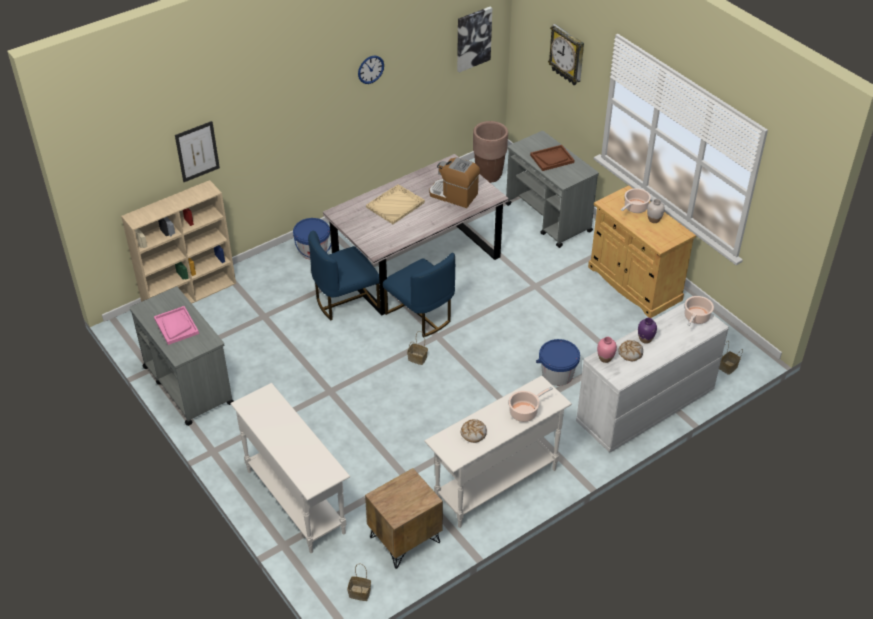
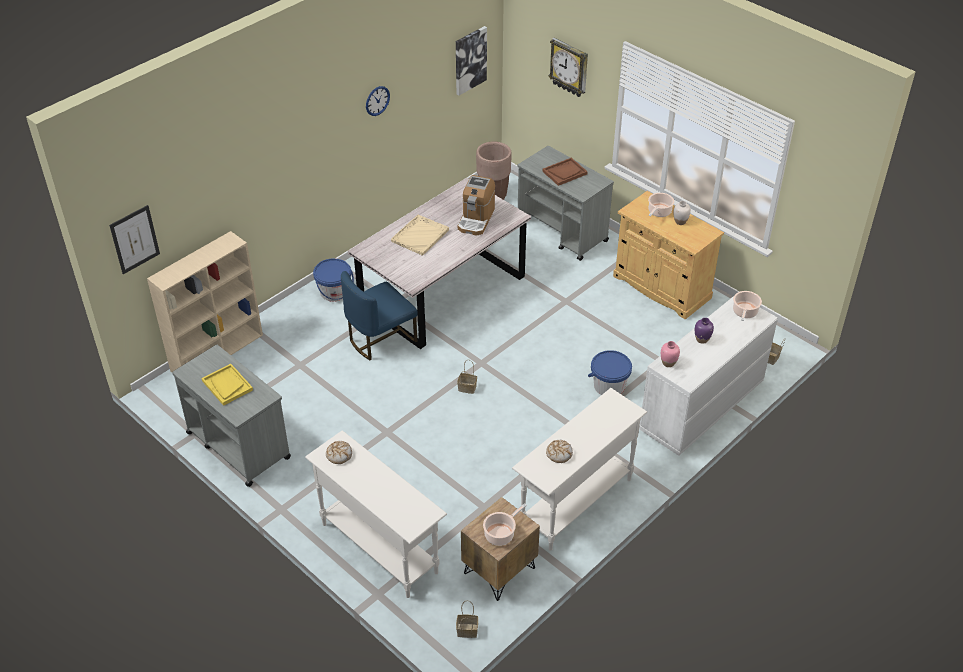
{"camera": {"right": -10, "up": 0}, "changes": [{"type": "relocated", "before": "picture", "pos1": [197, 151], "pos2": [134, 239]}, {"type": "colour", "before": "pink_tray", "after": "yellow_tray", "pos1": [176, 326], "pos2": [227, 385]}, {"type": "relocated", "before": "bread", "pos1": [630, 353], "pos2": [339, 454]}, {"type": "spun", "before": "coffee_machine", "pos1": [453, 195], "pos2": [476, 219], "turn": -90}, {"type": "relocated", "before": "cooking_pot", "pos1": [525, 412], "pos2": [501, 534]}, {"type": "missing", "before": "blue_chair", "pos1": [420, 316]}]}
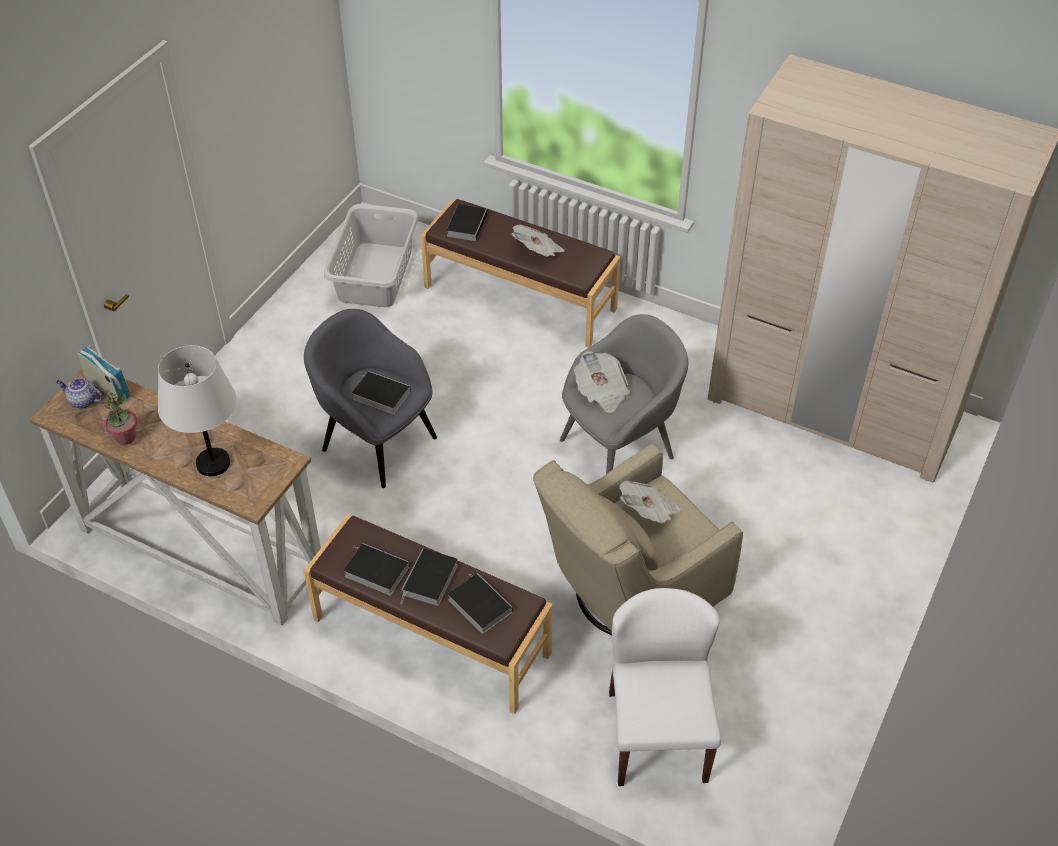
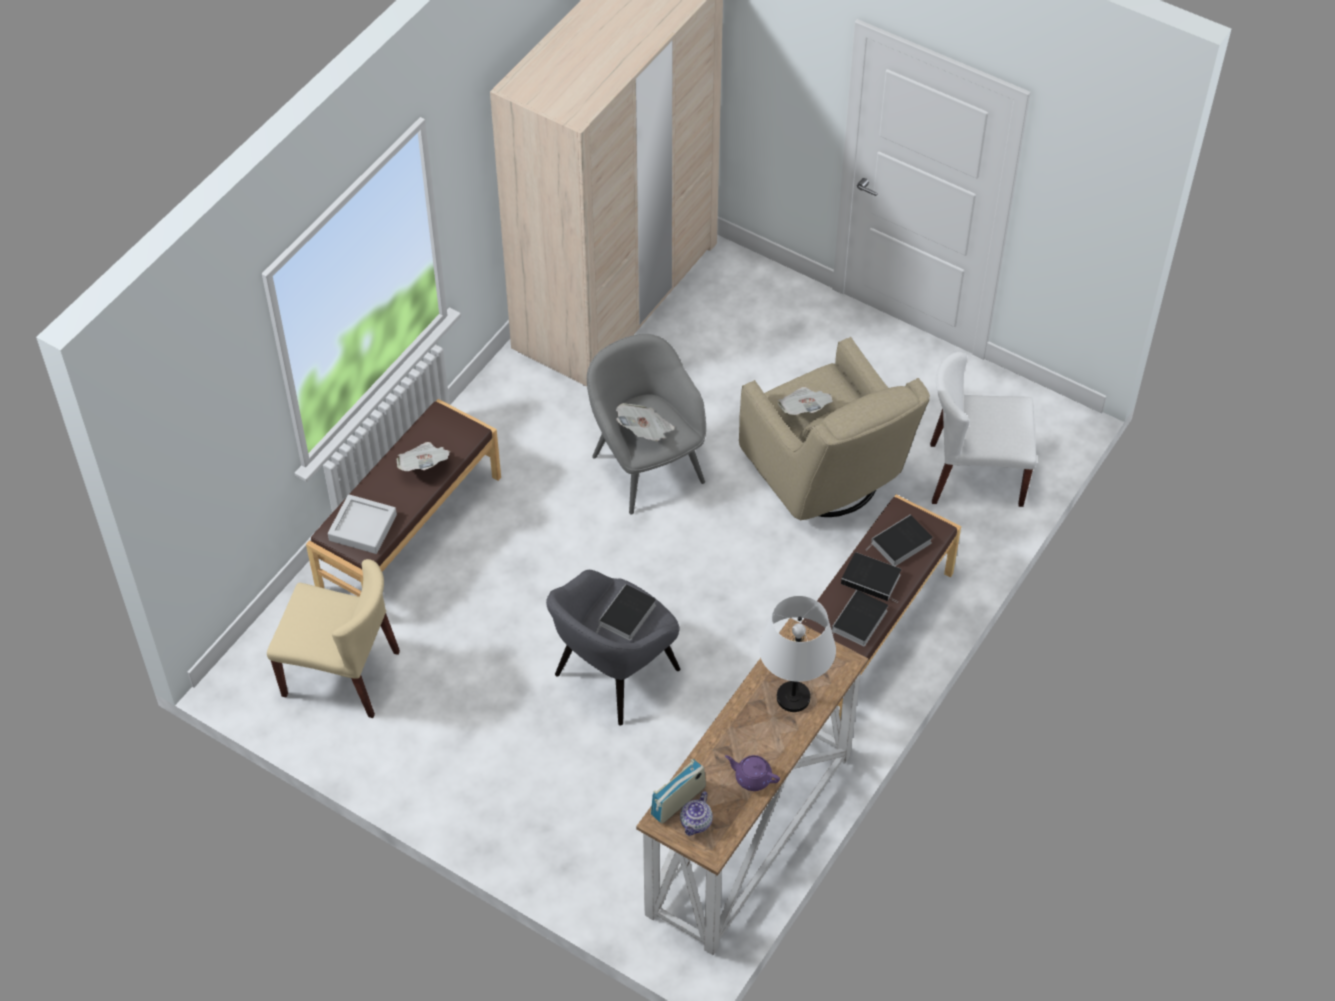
{"camera": {"right": -85, "up": 5}, "changes": [{"type": "exchanged", "before": "grey_laundry_basket", "after": "beige_chair", "pos1": [374, 275], "pos2": [342, 674]}, {"type": "exchanged", "before": "book", "after": "grey_tray", "pos1": [467, 224], "pos2": [363, 527]}, {"type": "exchanged", "before": "potted_plant", "after": "purple_teapot", "pos1": [125, 437], "pos2": [752, 777]}]}
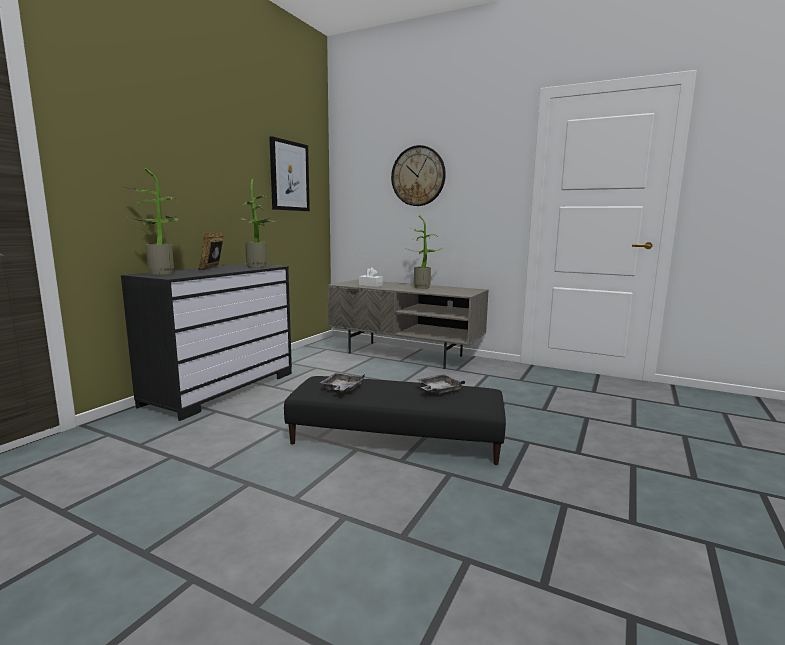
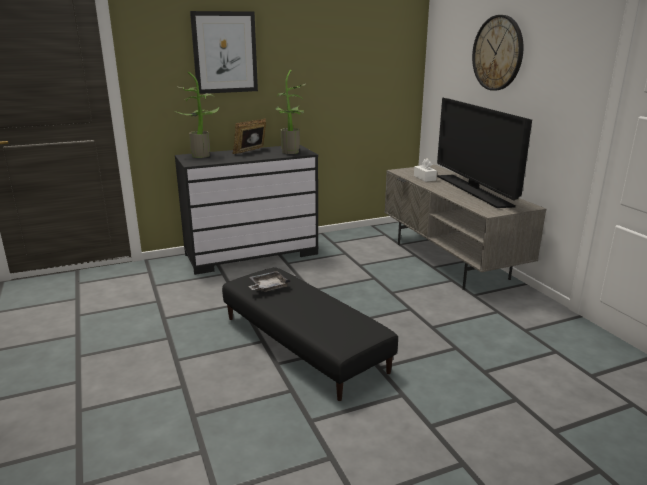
{"camera": {"right": 40, "up": 10}, "changes": [{"type": "relocated", "before": "picture", "pos1": [289, 176], "pos2": [224, 52]}, {"type": "exchanged", "before": "potted_plant", "after": "television", "pos1": [423, 287], "pos2": [474, 191]}, {"type": "missing", "before": "grey_tray", "pos1": [438, 390]}]}
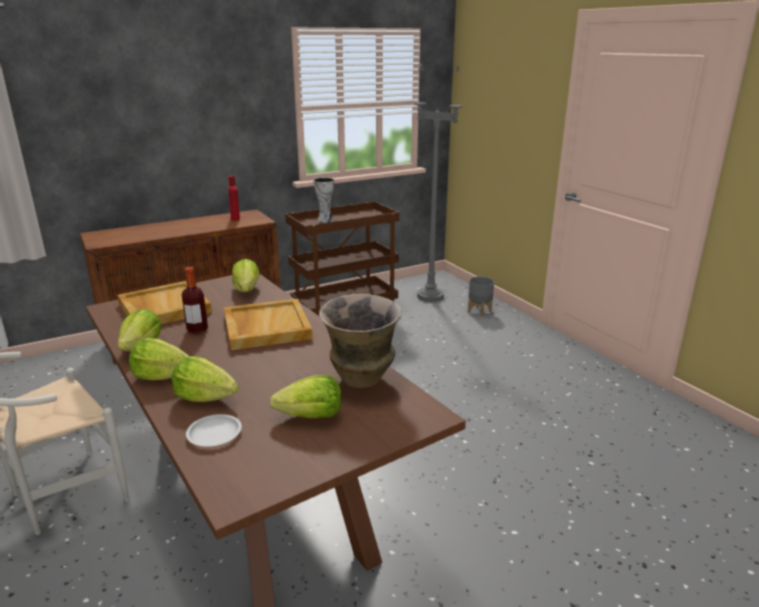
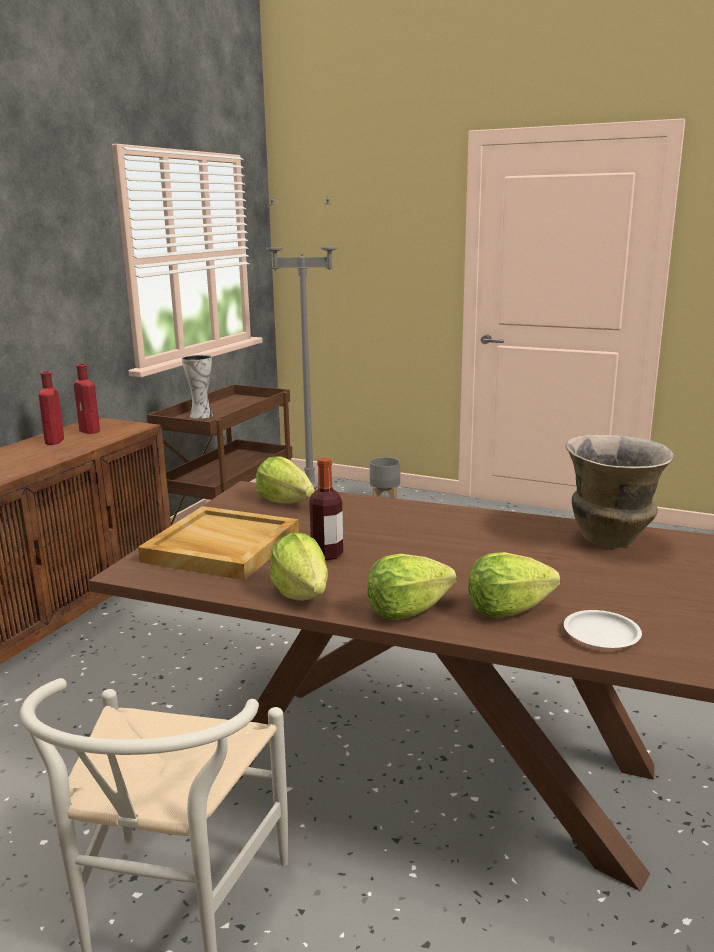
{"camera": {"right": -35, "up": -5}, "changes": [{"type": "appeared", "after": "red_bottle", "pos2": [54, 441]}, {"type": "missing", "before": "beige_tray", "pos1": [266, 327]}, {"type": "missing", "before": "lettuce", "pos1": [311, 416]}]}
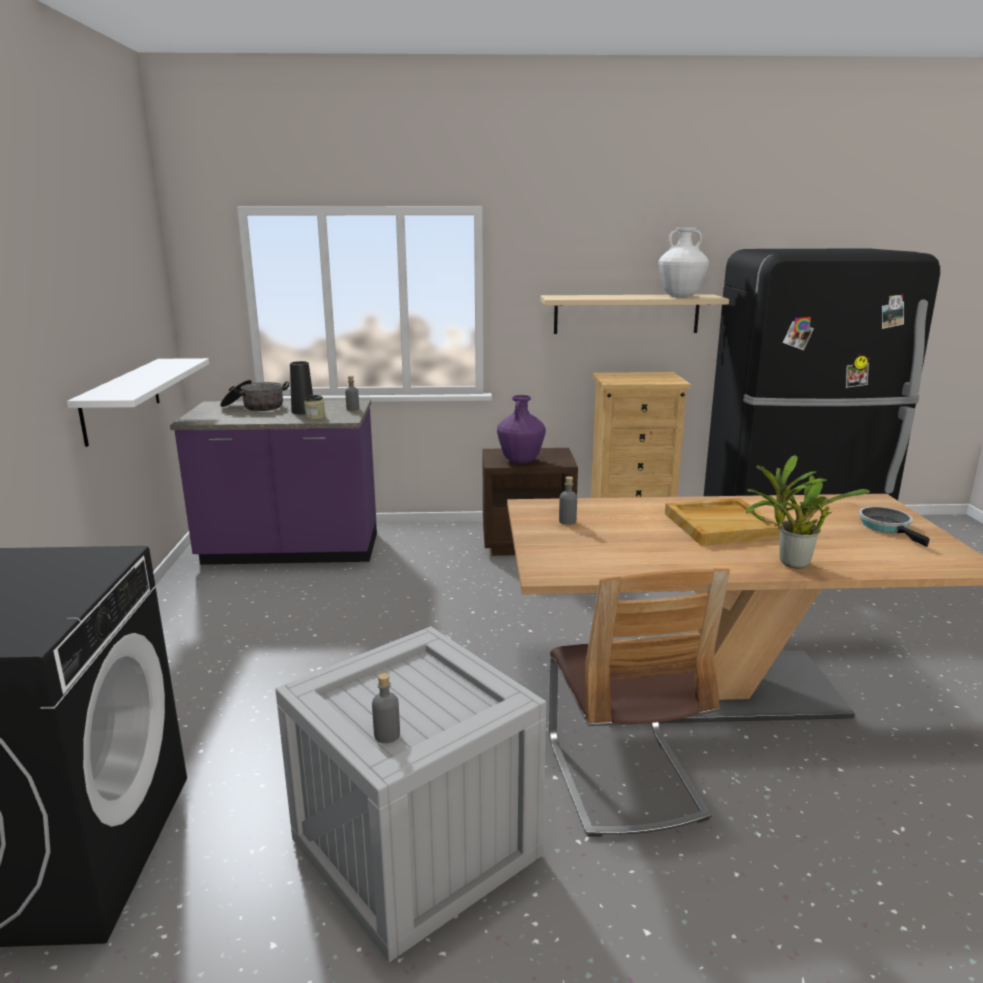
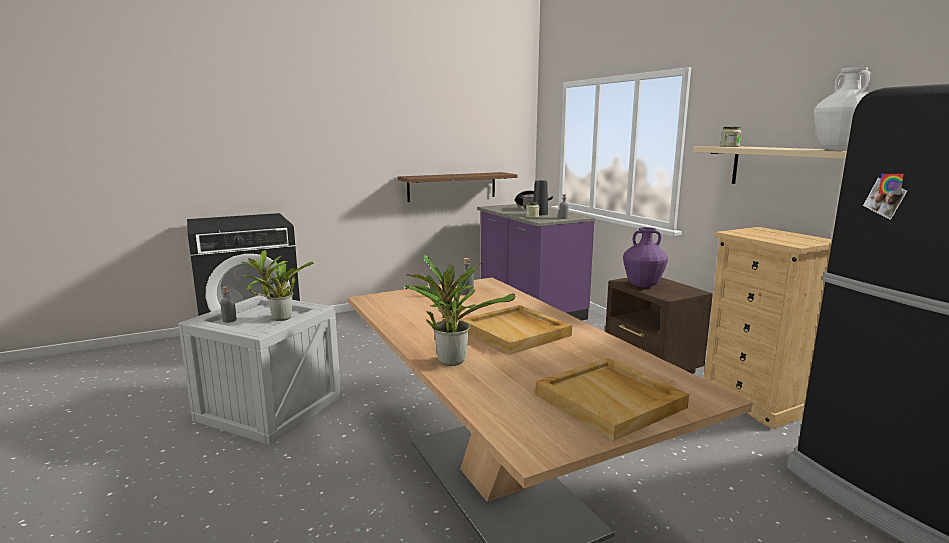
{"camera": {"right": 65, "up": -5}, "changes": [{"type": "appeared", "after": "potted_plant", "pos2": [279, 319]}, {"type": "colour", "before": "white_shelf", "after": "brown_shelf", "pos1": [121, 399], "pos2": [452, 186]}, {"type": "exchanged", "before": "frying_pan", "after": "beige_tray", "pos1": [887, 527], "pos2": [611, 401]}, {"type": "appeared", "after": "jar", "pos2": [729, 146]}, {"type": "missing", "before": "chair", "pos1": [624, 778]}]}
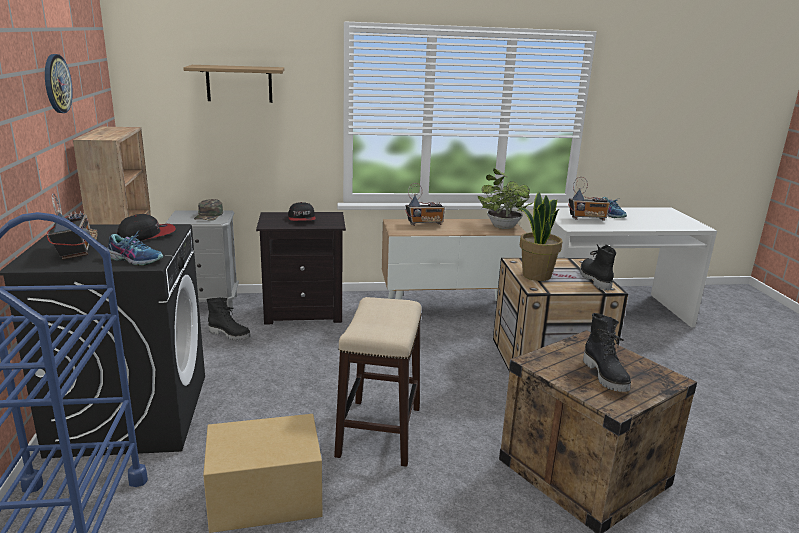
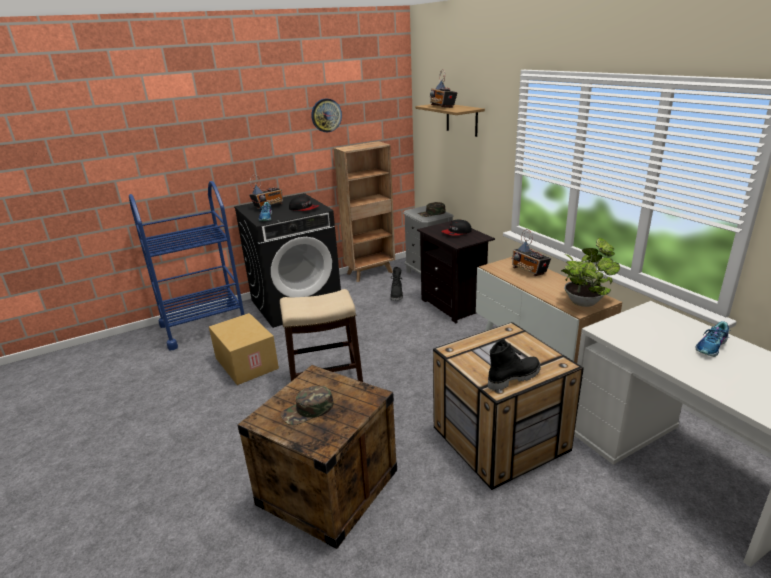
{"camera": {"right": 70, "up": 5}, "changes": [{"type": "exchanged", "before": "black_boot", "after": "green_cap", "pos1": [606, 376], "pos2": [308, 410]}, {"type": "relocated", "before": "radio", "pos1": [587, 219], "pos2": [442, 107]}, {"type": "missing", "before": "potted_plant", "pos1": [536, 275]}]}
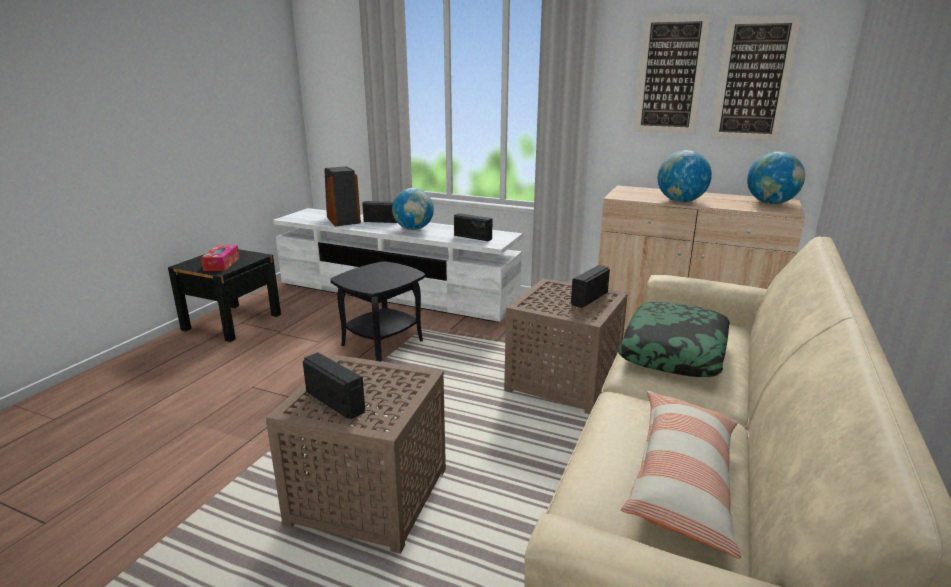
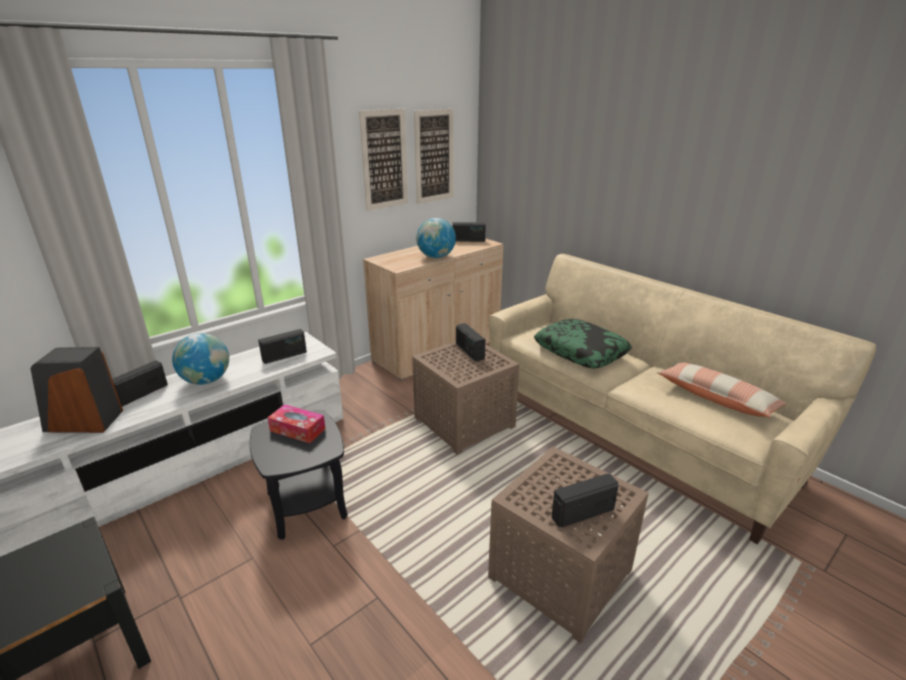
{"camera": {"right": -65, "up": 5}, "changes": [{"type": "relocated", "before": "tissue_box", "pos1": [222, 264], "pos2": [297, 430]}, {"type": "exchanged", "before": "globe", "after": "radio", "pos1": [770, 203], "pos2": [468, 240]}]}
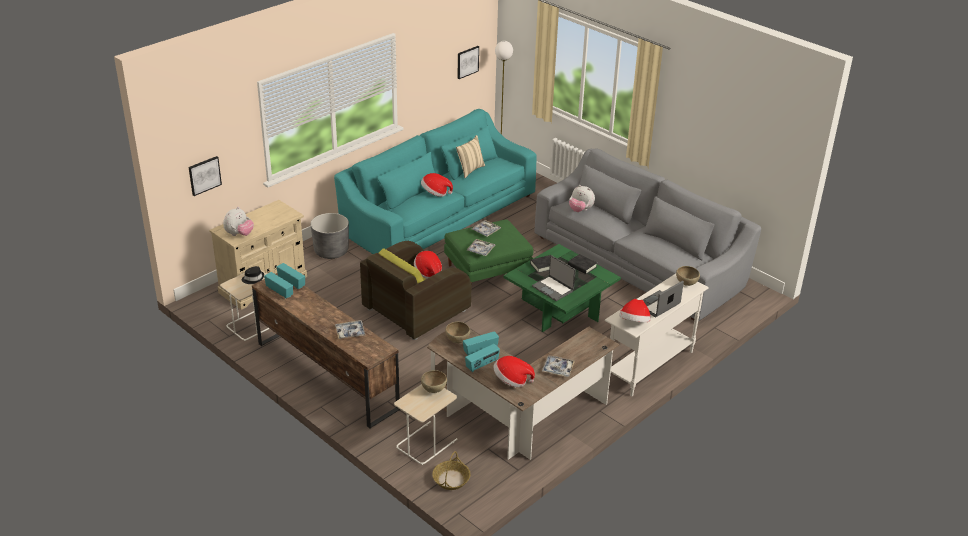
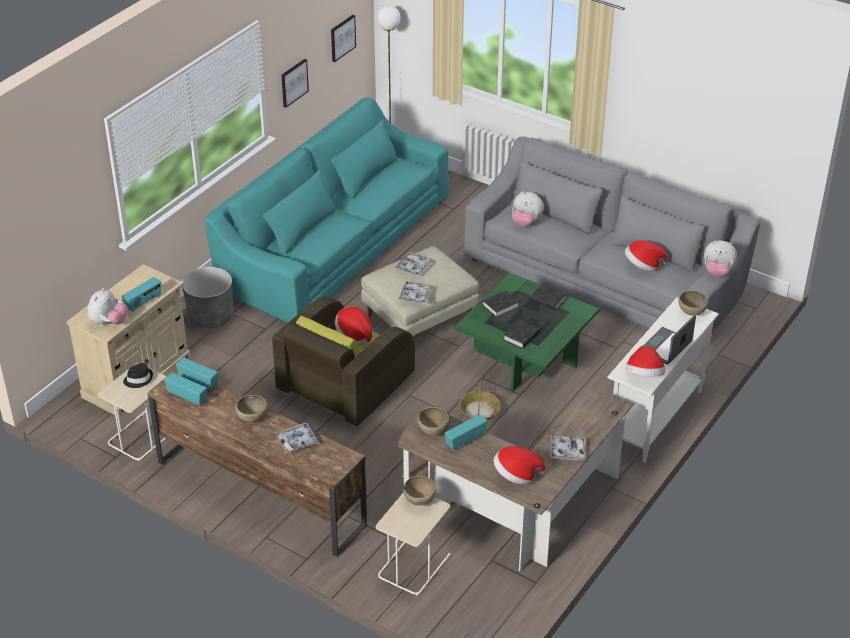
{"camera": {"right": -10, "up": 5}, "changes": [{"type": "relocated", "before": "radio", "pos1": [482, 365], "pos2": [144, 302]}, {"type": "appeared", "after": "brown_bowl", "pos2": [252, 418]}, {"type": "relocated", "before": "picture", "pos1": [204, 175], "pos2": [293, 82]}, {"type": "colour", "before": "green_ottoman", "after": "beige_ottoman", "pos1": [488, 270], "pos2": [420, 315]}, {"type": "relocated", "before": "basket", "pos1": [451, 479], "pos2": [479, 411]}, {"type": "exchanged", "before": "laptop", "after": "black_book", "pos1": [553, 288], "pos2": [521, 336]}, {"type": "relocated", "before": "hat", "pos1": [435, 193], "pos2": [643, 266]}, {"type": "appeared", "after": "plush_toy", "pos2": [717, 272]}, {"type": "missing", "before": "beige_pillow", "pos1": [470, 170]}]}
